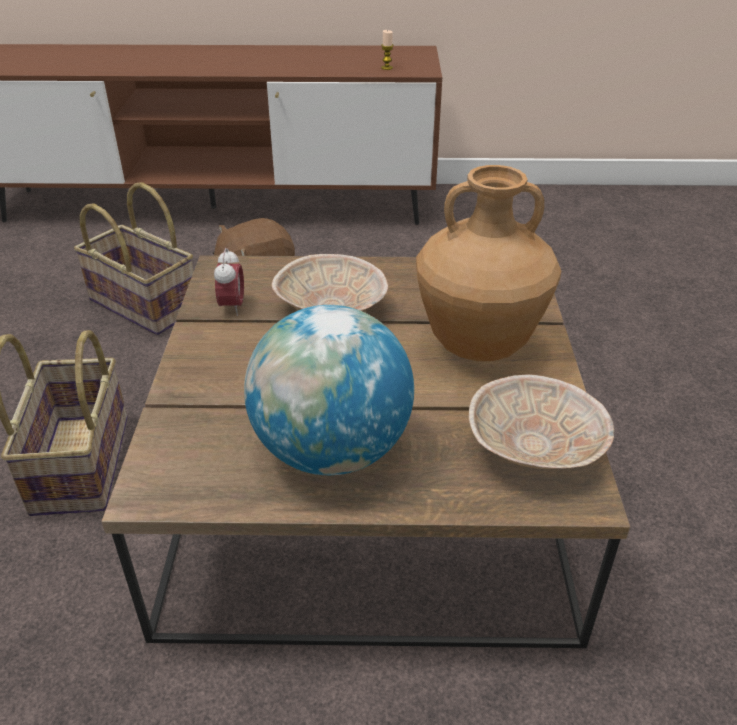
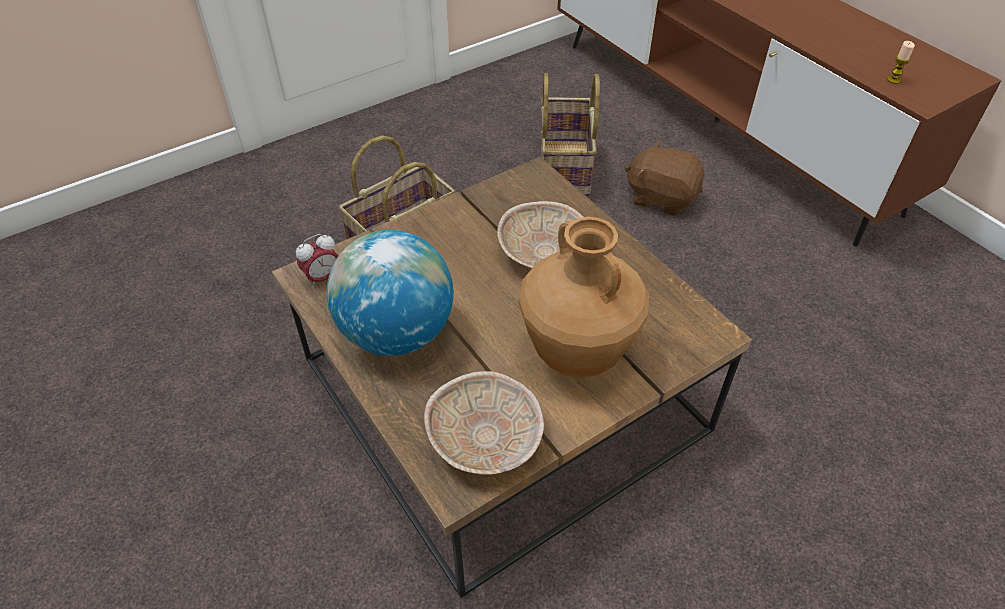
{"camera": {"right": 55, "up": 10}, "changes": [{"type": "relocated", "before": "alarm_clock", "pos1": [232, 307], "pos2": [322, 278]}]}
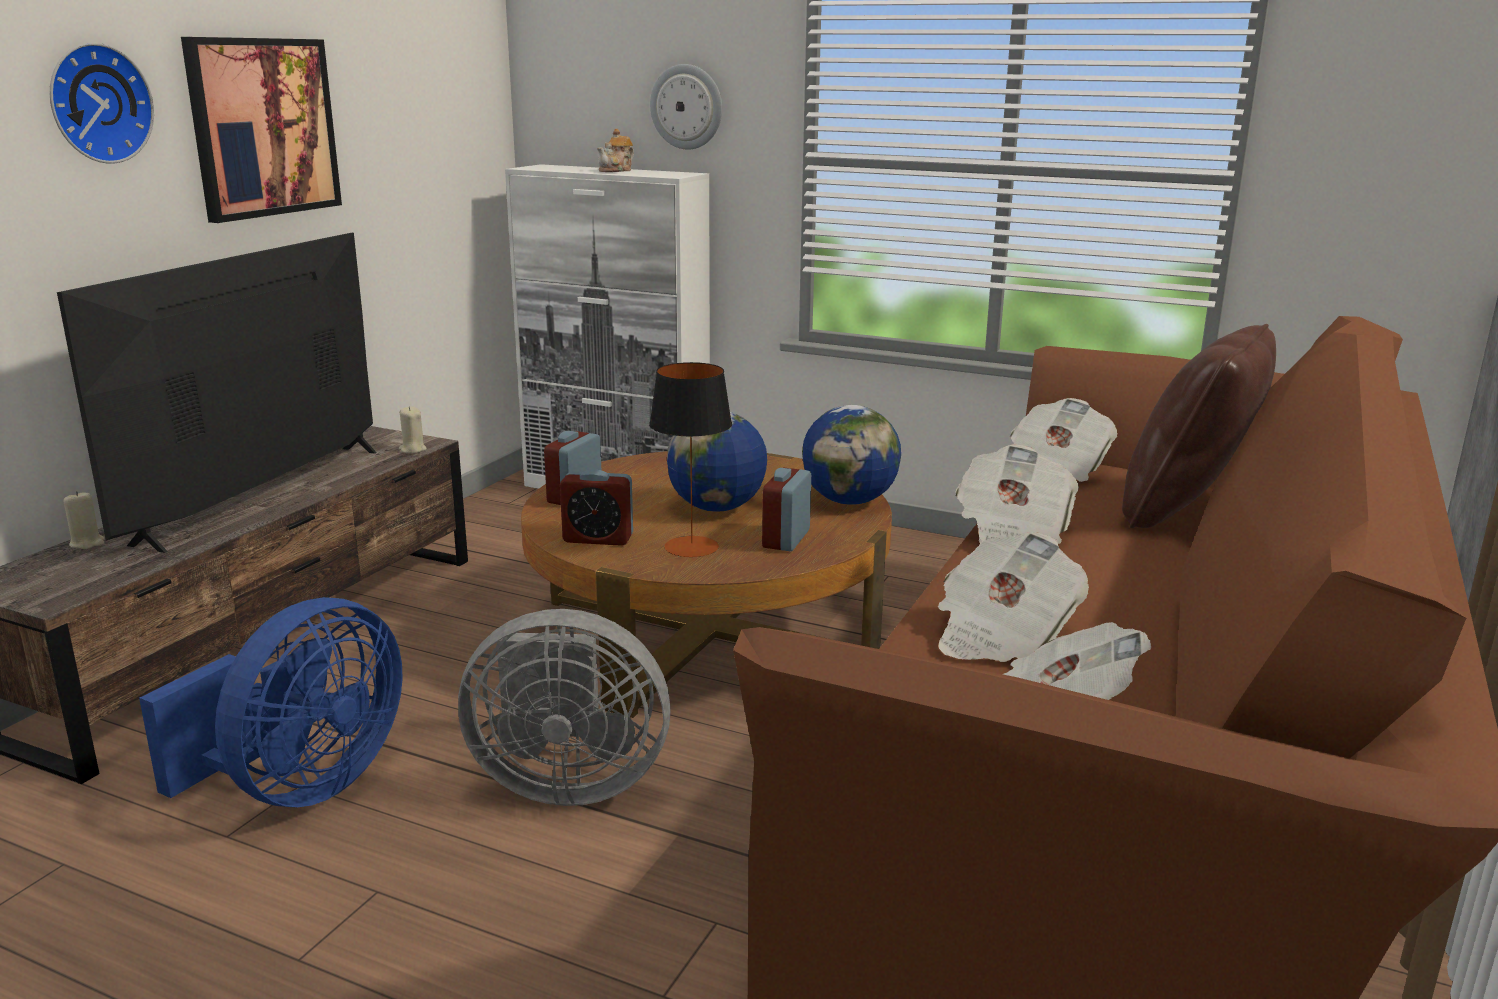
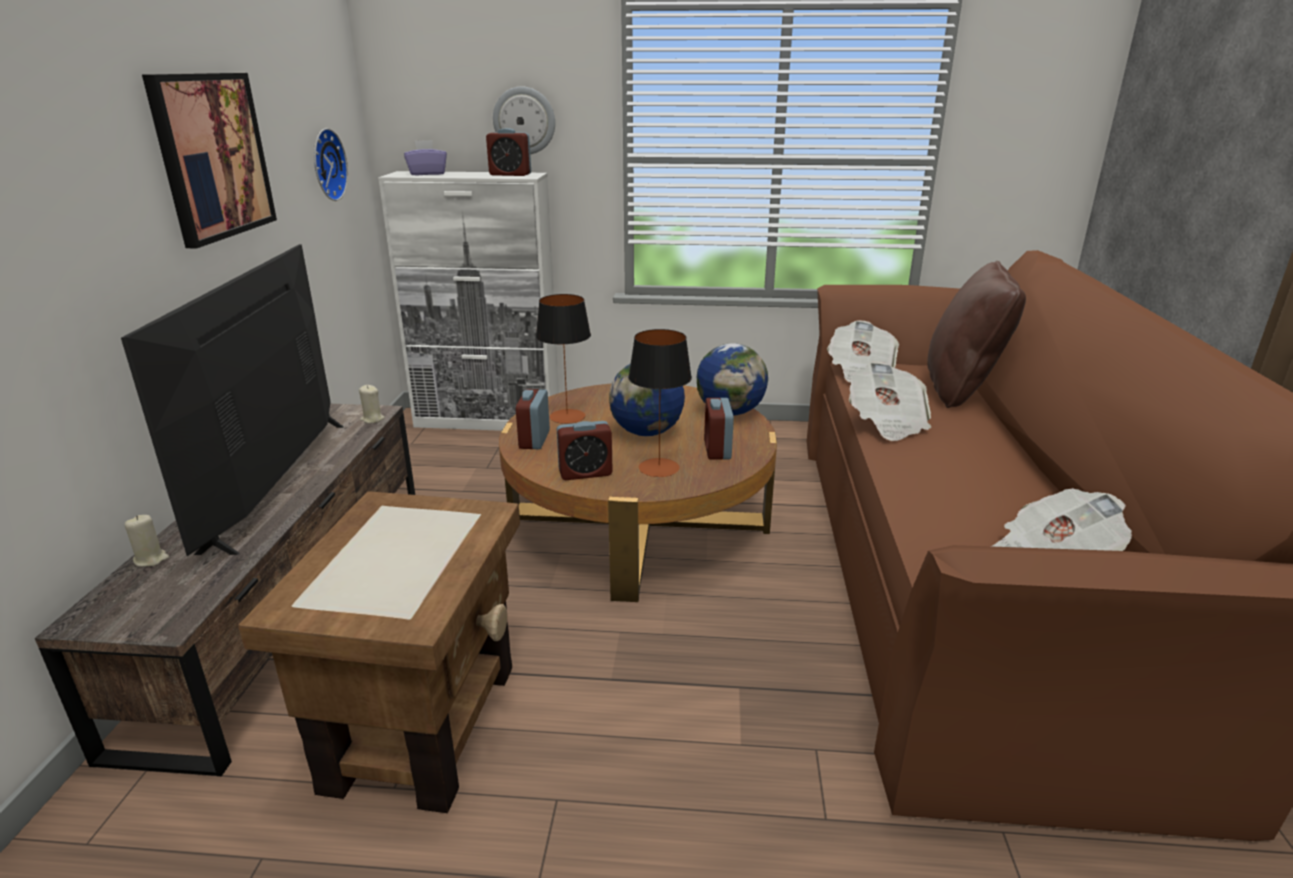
{"camera": {"right": -20, "up": 5}, "changes": [{"type": "exchanged", "before": "blue_fan", "after": "brown_side_table", "pos1": [301, 787], "pos2": [425, 725]}, {"type": "relocated", "before": "wall_clock", "pos1": [97, 103], "pos2": [325, 165]}, {"type": "appeared", "after": "purple_tissue_box", "pos2": [427, 173]}, {"type": "appeared", "after": "alarm_clock", "pos2": [510, 174]}, {"type": "appeared", "after": "table_lamp", "pos2": [567, 416]}, {"type": "missing", "before": "grey_fan", "pos1": [566, 782]}, {"type": "missing", "before": "teapot", "pos1": [617, 170]}, {"type": "missing", "before": "newspaper", "pos1": [1001, 635]}]}
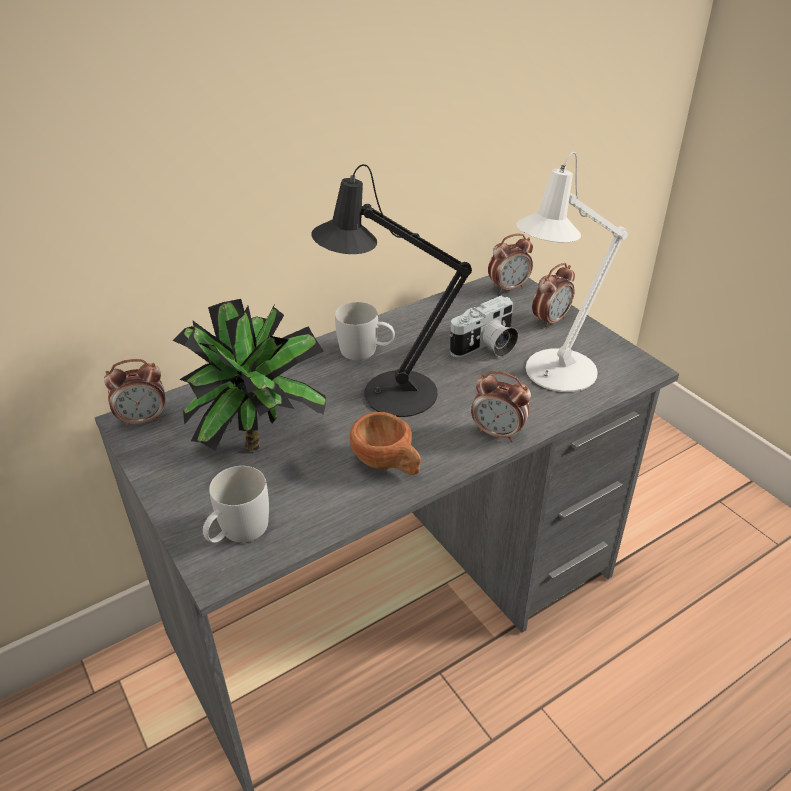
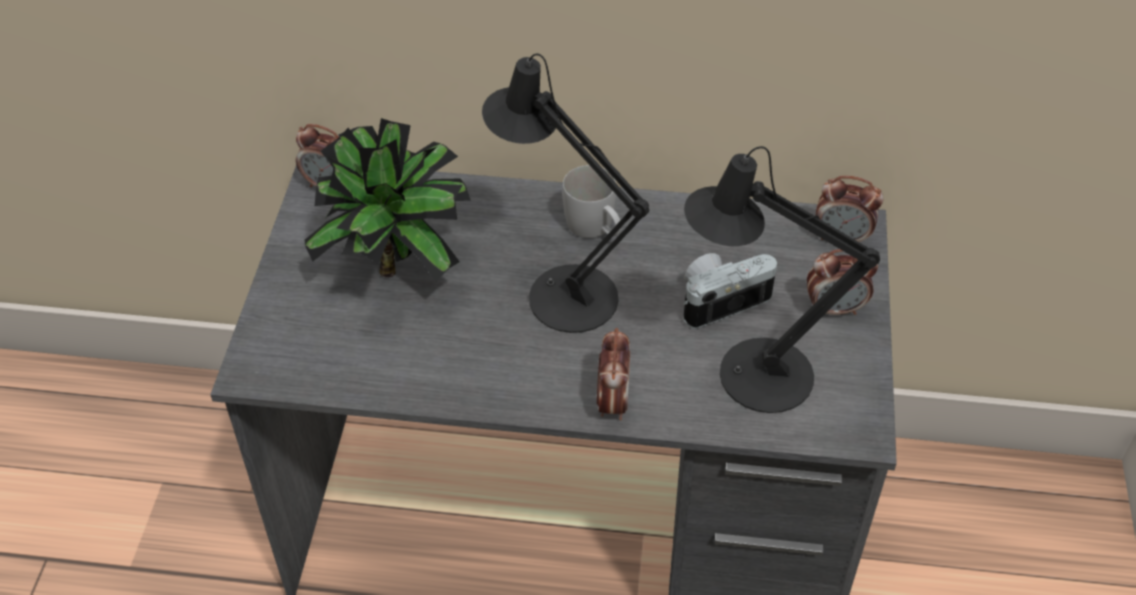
{"camera": {"right": 40, "up": 10}, "changes": [{"type": "spun", "before": "alarm_clock", "pos1": [498, 433], "pos2": [612, 402], "turn": -150}, {"type": "spun", "before": "photo_camera", "pos1": [486, 347], "pos2": [721, 299], "turn": 150}, {"type": "colour", "before": "white_table_lamp", "after": "black_table_lamp", "pos1": [553, 374], "pos2": [751, 374]}, {"type": "missing", "before": "white_mug", "pos1": [237, 532]}, {"type": "missing", "before": "brown_cup", "pos1": [388, 464]}]}
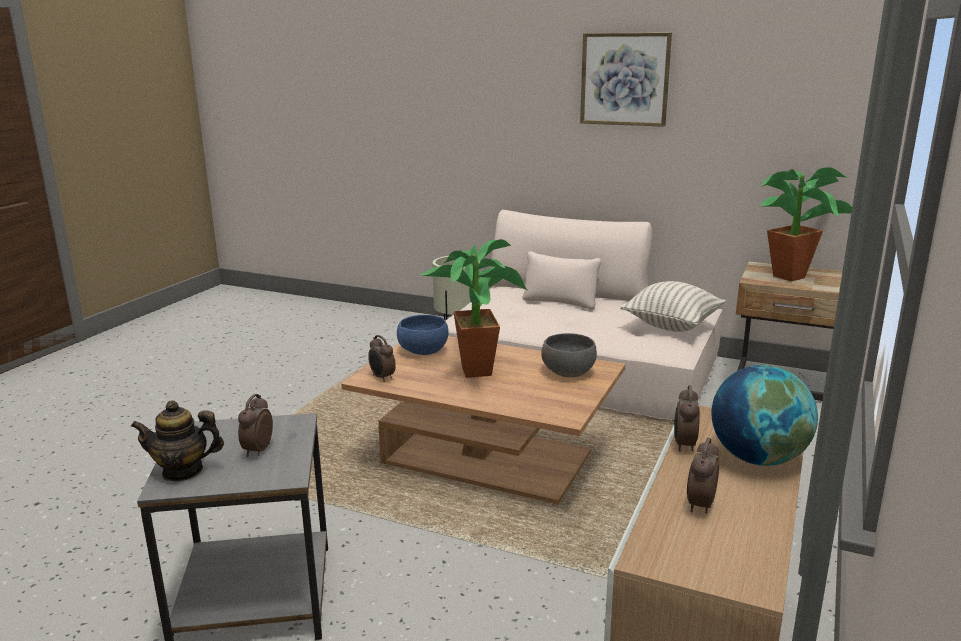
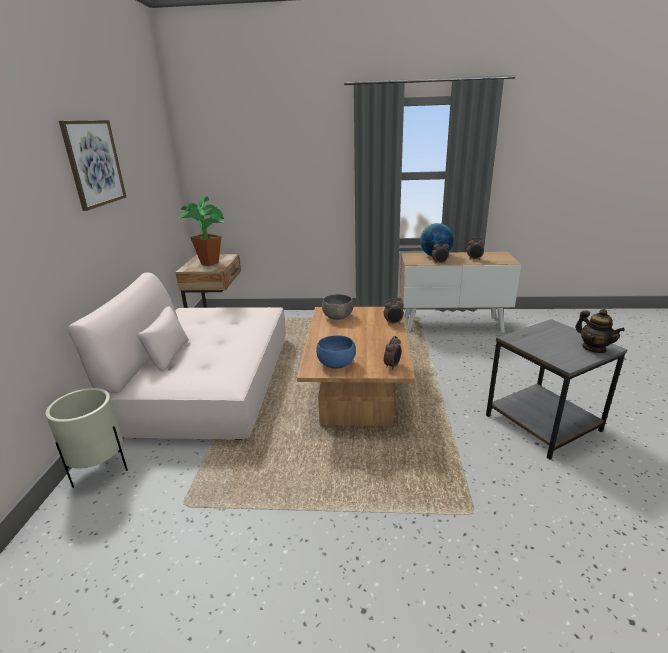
{"camera": {"right": -110, "up": 5}, "changes": [{"type": "relocated", "before": "alarm_clock", "pos1": [257, 450], "pos2": [393, 323]}, {"type": "missing", "before": "potted_plant", "pos1": [479, 368]}, {"type": "missing", "before": "pillow", "pos1": [672, 325]}]}
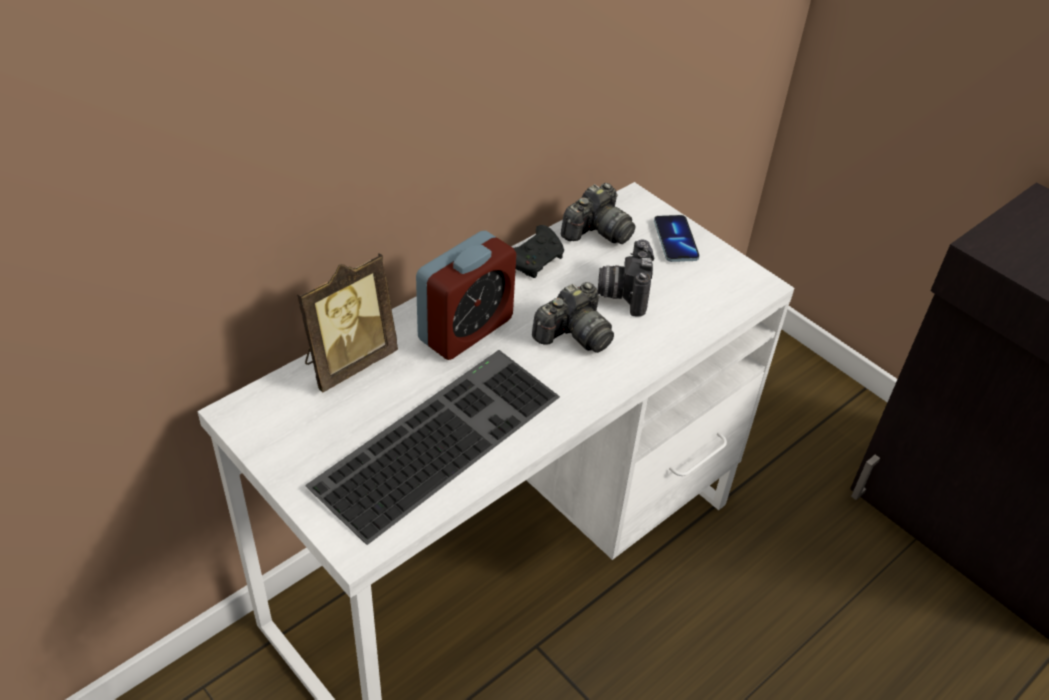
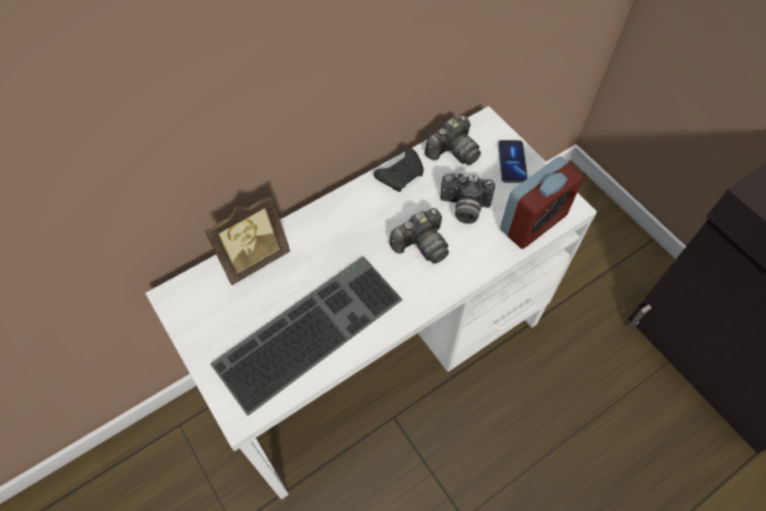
{"camera": {"right": 10, "up": 15}, "changes": [{"type": "spun", "before": "photo_camera", "pos1": [622, 292], "pos2": [463, 208], "turn": -90}, {"type": "relocated", "before": "alarm_clock", "pos1": [465, 329], "pos2": [533, 222]}]}
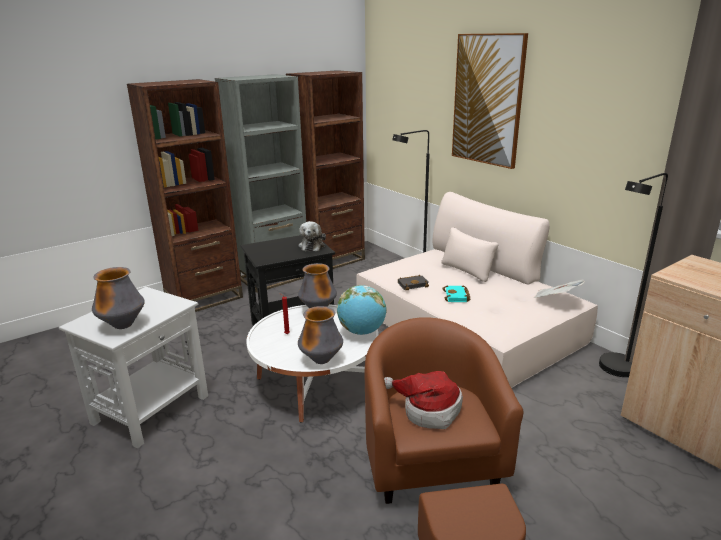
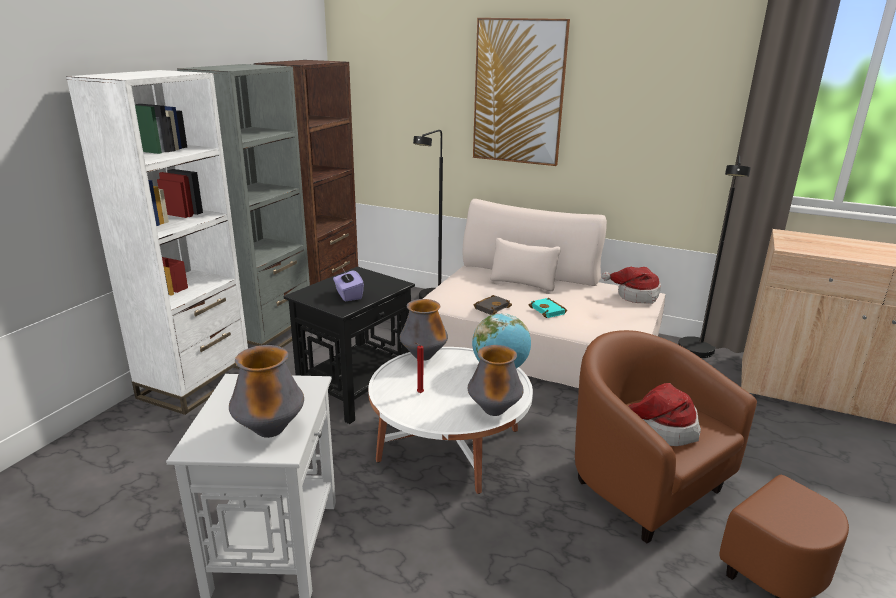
{"camera": {"right": -30, "up": 0}, "changes": [{"type": "colour", "before": "brown_bookcase", "after": "white_bookcase", "pos1": [204, 298], "pos2": [196, 383]}, {"type": "appeared", "after": "purple_tissue_box", "pos2": [348, 295]}, {"type": "exchanged", "before": "newspaper", "after": "hat", "pos1": [556, 300], "pos2": [635, 295]}, {"type": "missing", "before": "plush_toy", "pos1": [312, 246]}]}
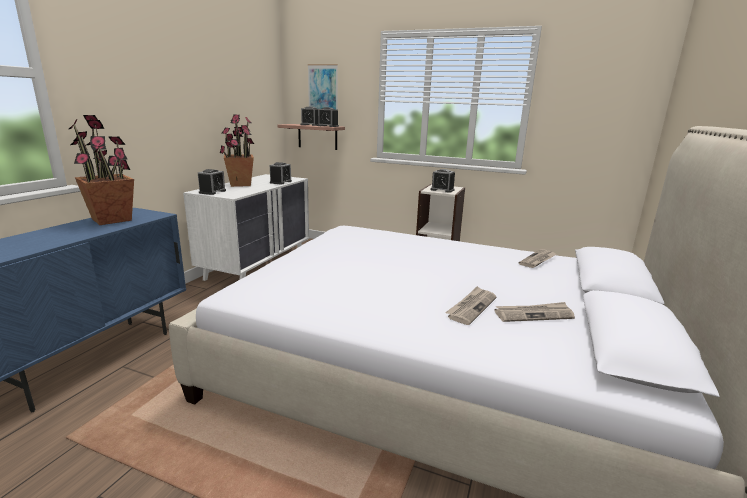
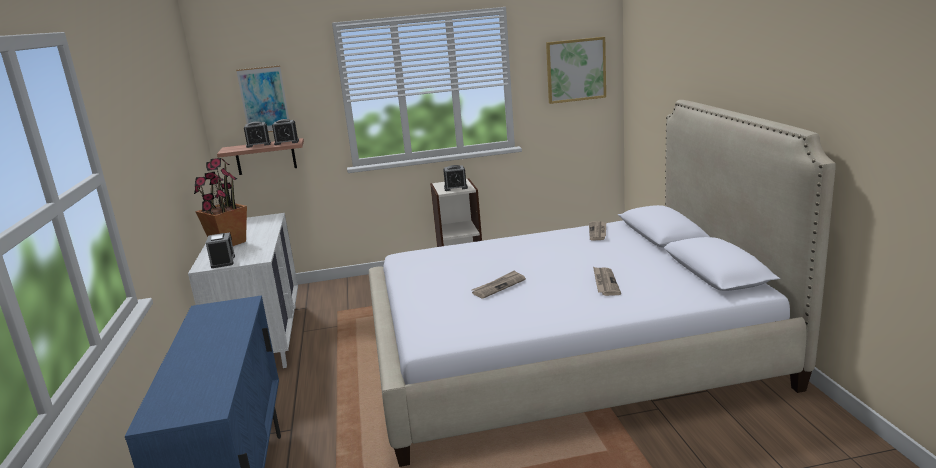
{"camera": {"right": -30, "up": 0}, "changes": [{"type": "relocated", "before": "newspaper", "pos1": [533, 314], "pos2": [498, 286]}, {"type": "appeared", "after": "picture", "pos2": [576, 70]}, {"type": "missing", "before": "potted_plant", "pos1": [112, 220]}, {"type": "missing", "before": "alarm_clock", "pos1": [280, 182]}]}
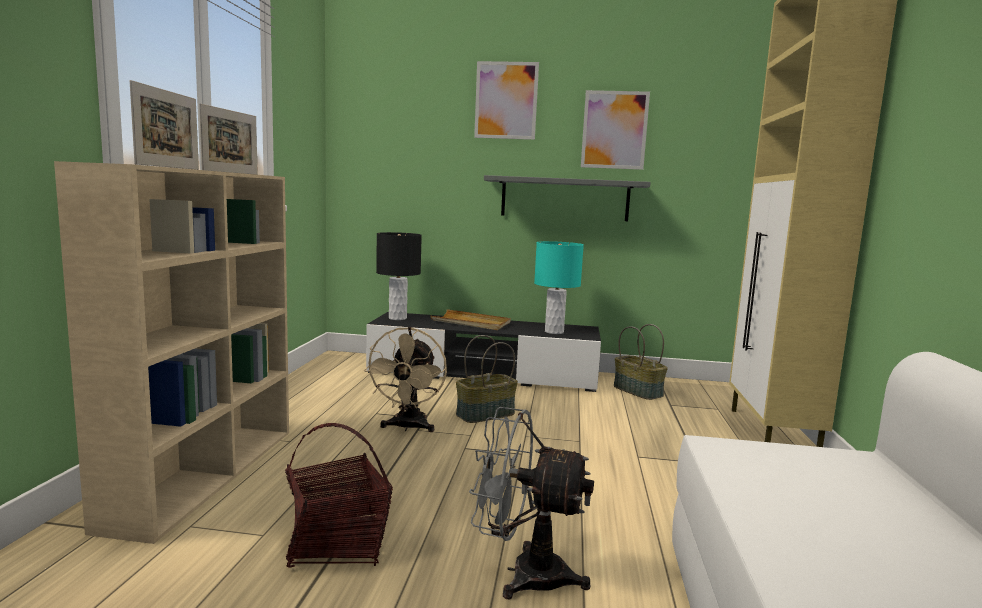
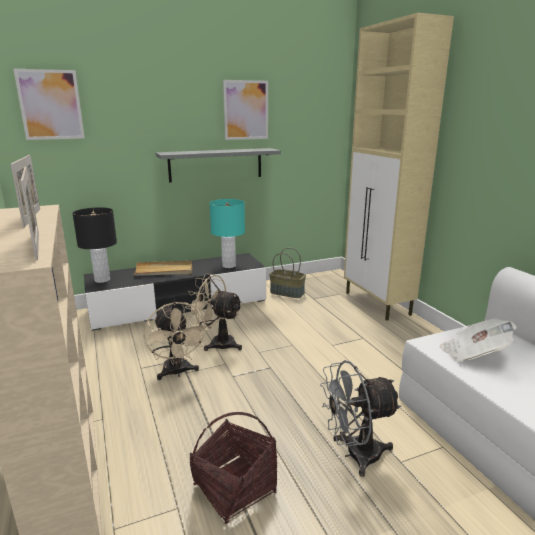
{"camera": {"right": -30, "up": 10}, "changes": [{"type": "relocated", "before": "picture", "pos1": [506, 100], "pos2": [50, 105]}, {"type": "exchanged", "before": "basket", "after": "beige_fan", "pos1": [485, 414], "pos2": [217, 343]}, {"type": "appeared", "after": "newspaper", "pos2": [473, 354]}]}
